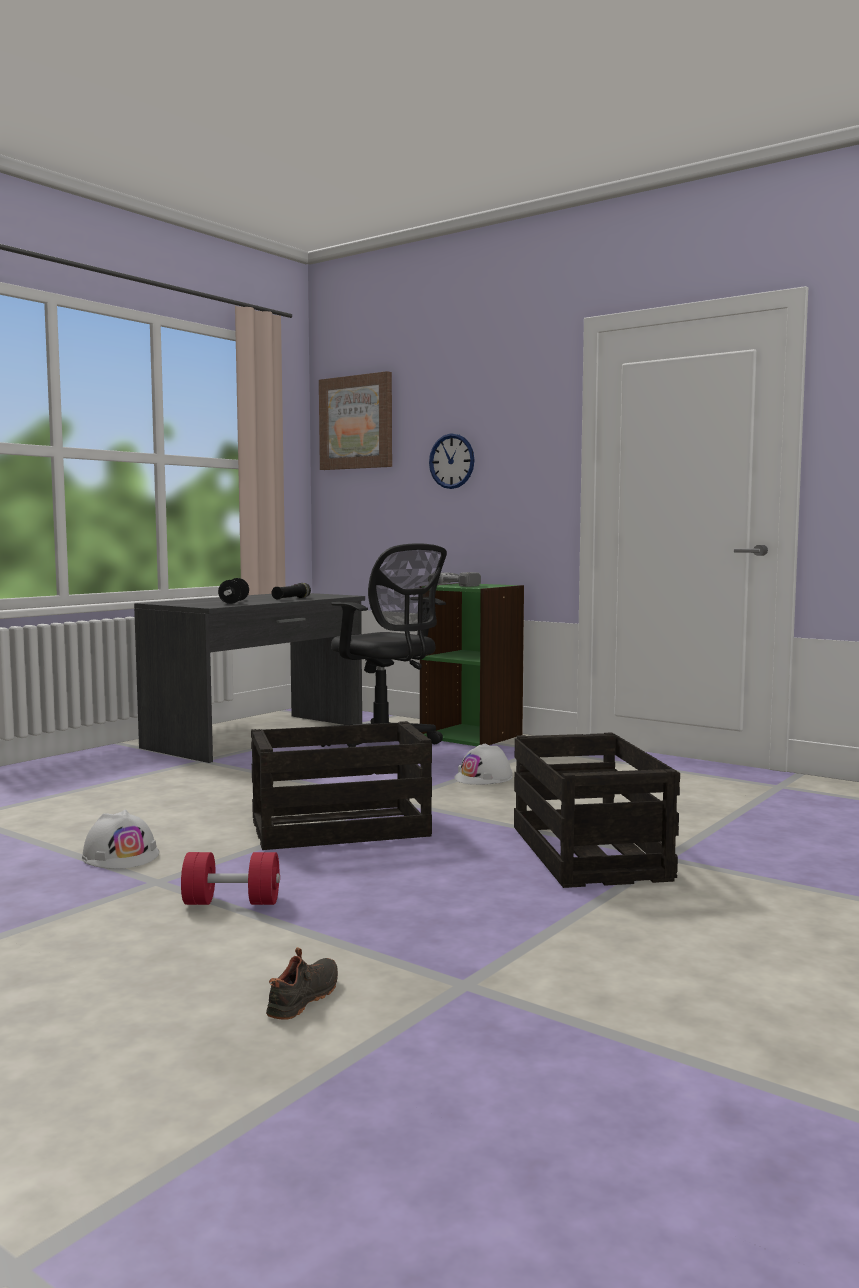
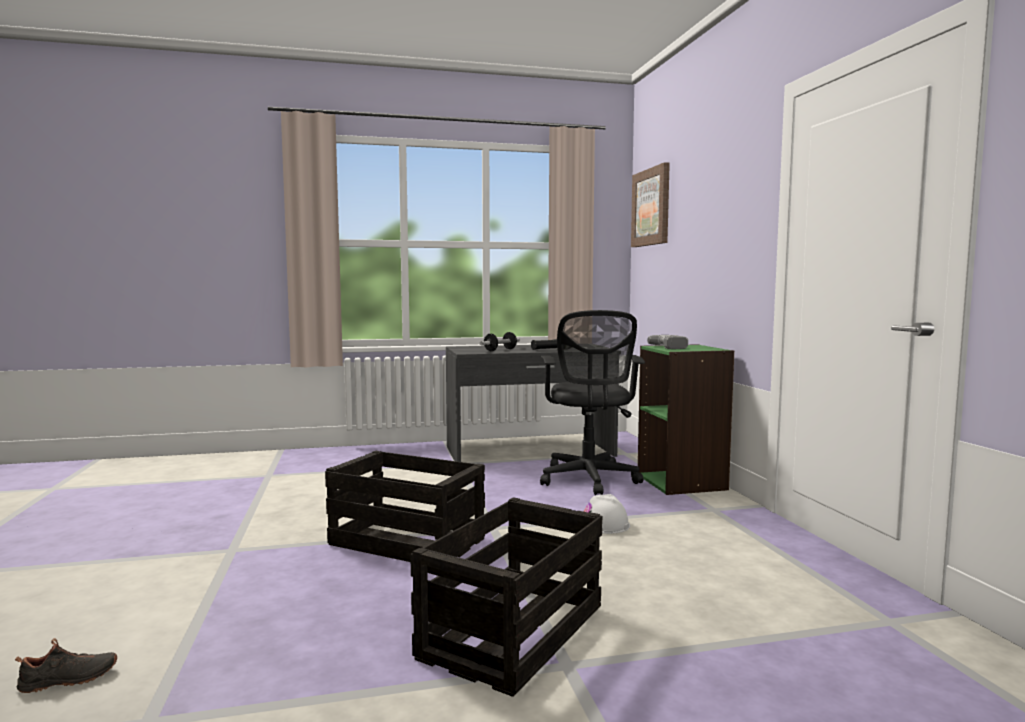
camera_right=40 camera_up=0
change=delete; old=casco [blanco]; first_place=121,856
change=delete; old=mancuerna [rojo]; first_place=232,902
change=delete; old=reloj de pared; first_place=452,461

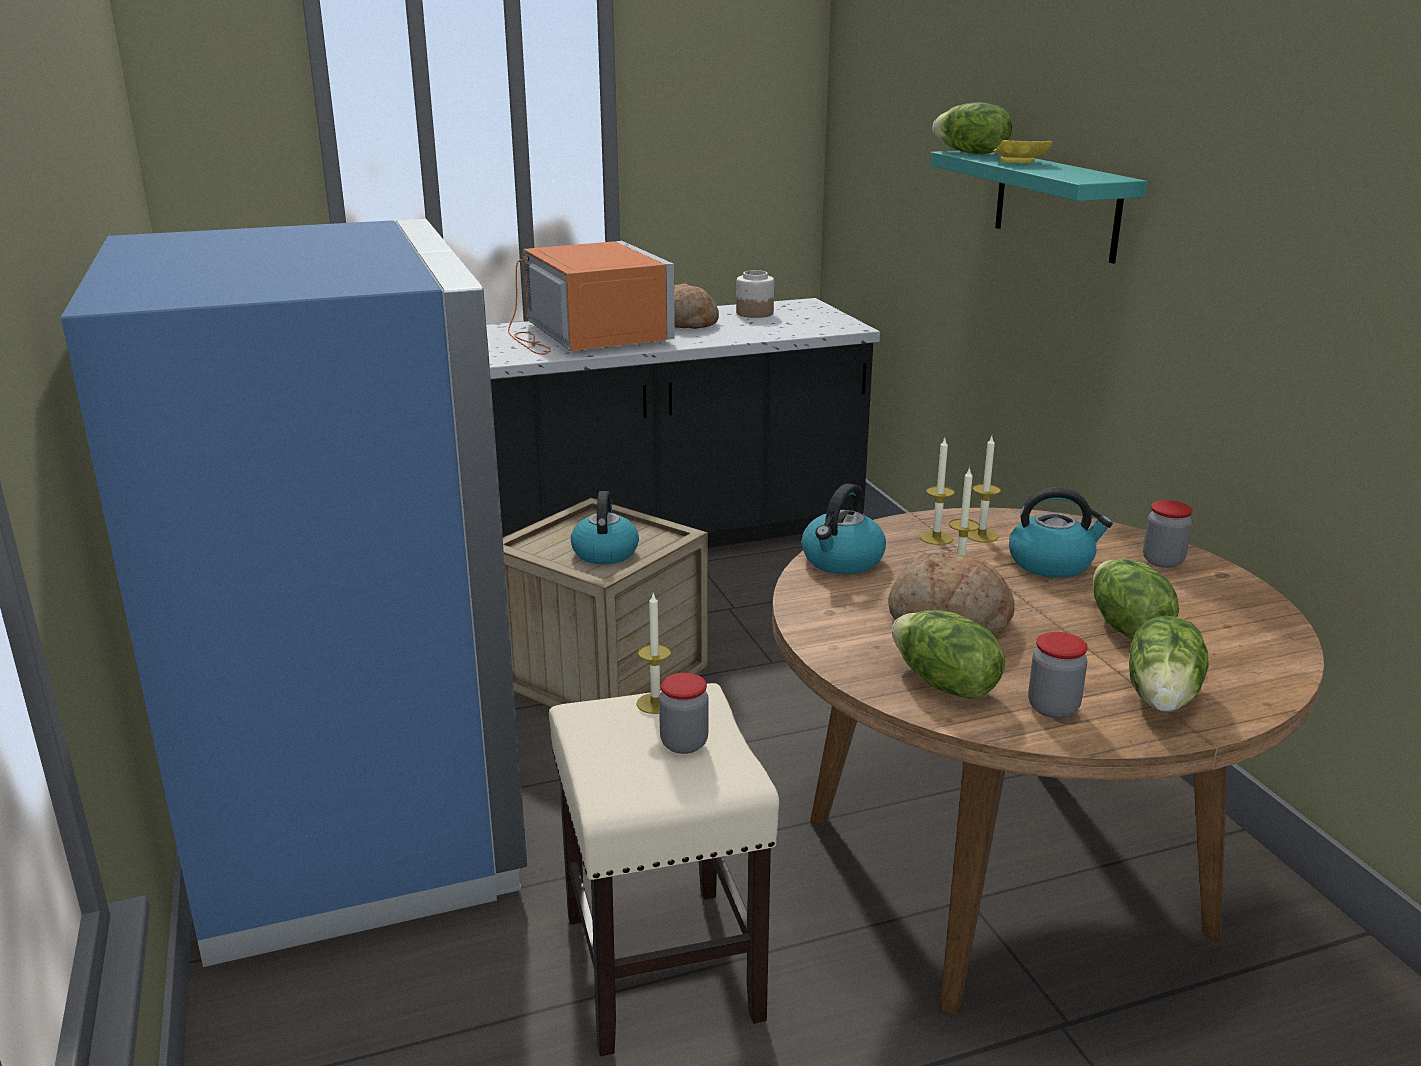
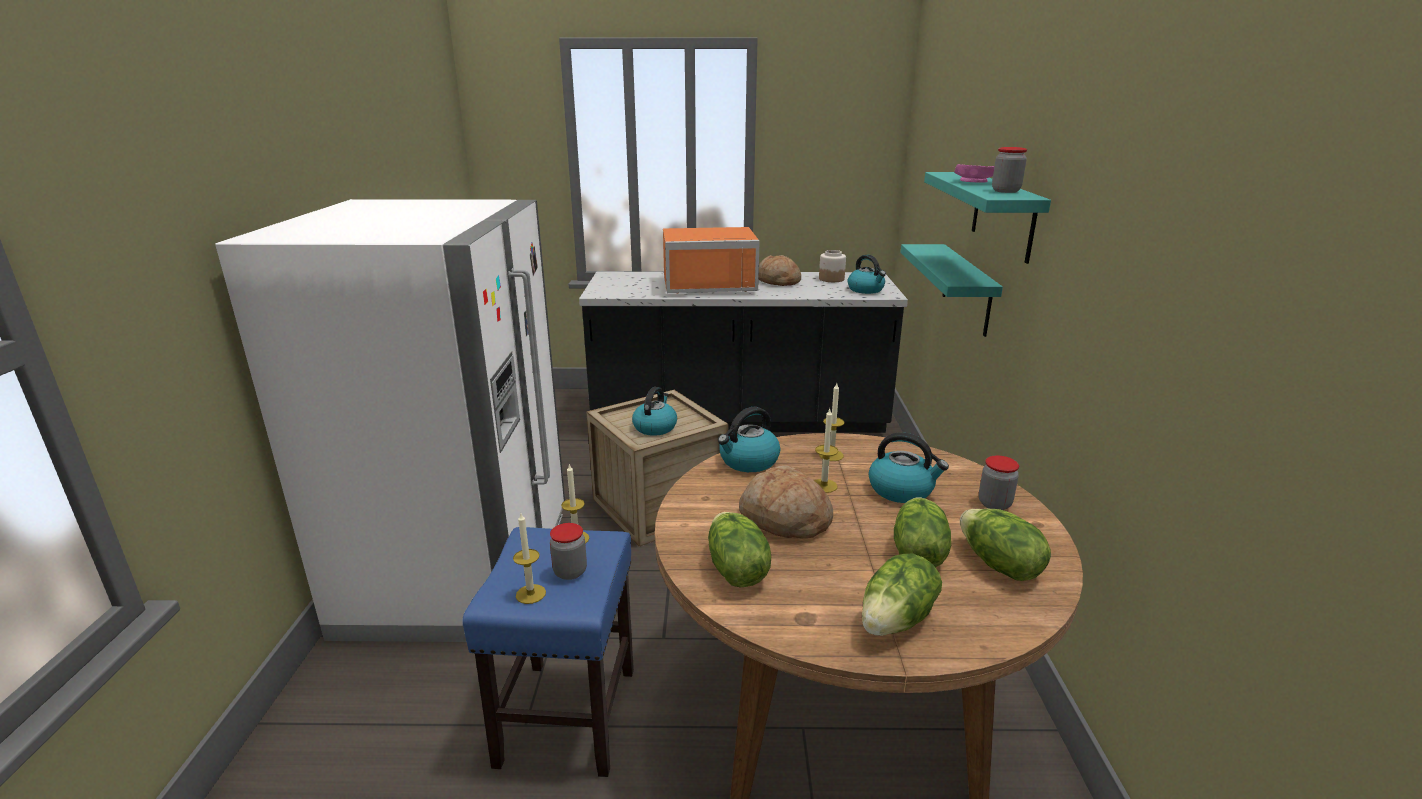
camera_right=20 camera_up=0
change=recolor; old=nevera [azul]; new=nevera [blanco]; first_place=359,823; second_place=461,571
change=rotate; old=microondas [naranja]; first_place=587,335; second_place=709,284; degrees=90
change=recolor; old=taburete [beis]; new=taburete [azul]; first_place=660,964; second_place=568,714
change=move; old=lechuga; first_place=971,153; second_place=998,565
change=move; old=vela; first_place=981,535; second_place=530,594
change=recolor; old=plato [amarillo]; new=plato [rosa]; first_place=1017,162; second_place=973,182
change=move; old=tarro; first_place=1053,708; second_place=1005,191
change=insert; new=hervidor; second_place=866,290
change=insert; new=estante [turquesa]; second_place=967,289

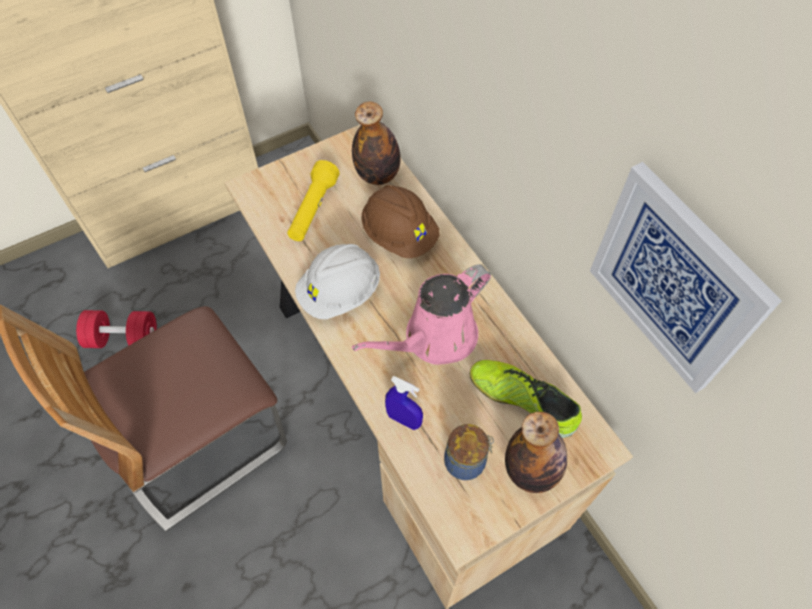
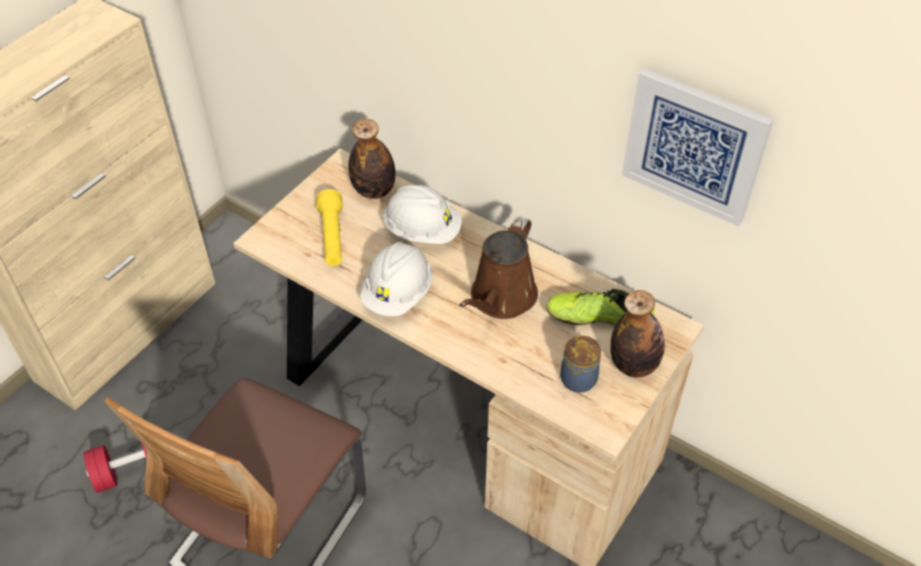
camera_right=-25 camera_up=-10
change=recolor; old=regadera [rosa]; new=regadera [marrón]; first_place=435,338; second_place=500,299
change=recolor; old=casco [marrón]; new=casco [blanco]; first_place=399,235; second_place=422,231
change=delete; old=pulverizador [azul]; first_place=404,419

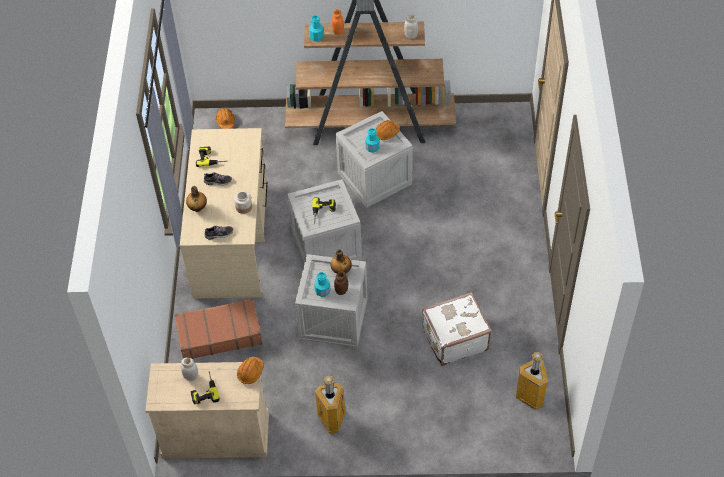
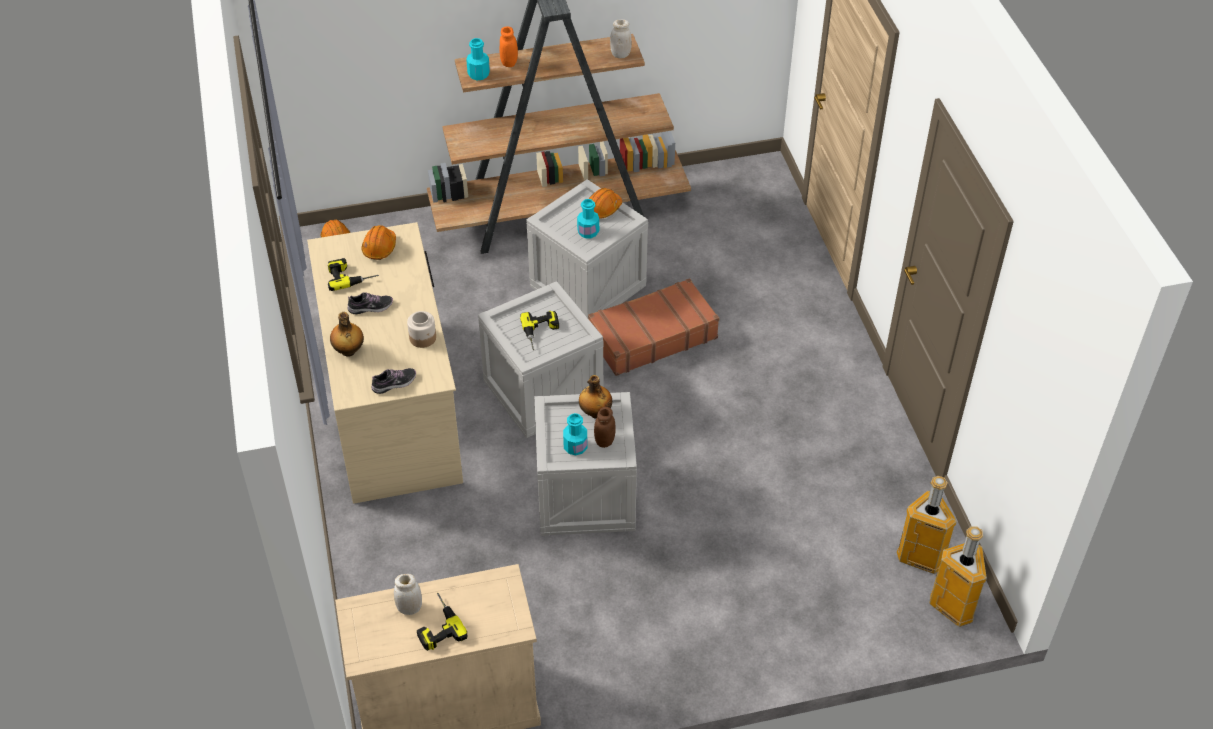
camera_right=-15 camera_up=-5
change=move; old=maleta [marrón]; first_place=219,334; second_place=652,336
change=move; old=casco [naranja]; first_place=250,372; second_place=379,248
change=move; old=papelera; first_place=332,420; second_place=953,607
change=delete; old=maleta [blanco]; first_place=454,339

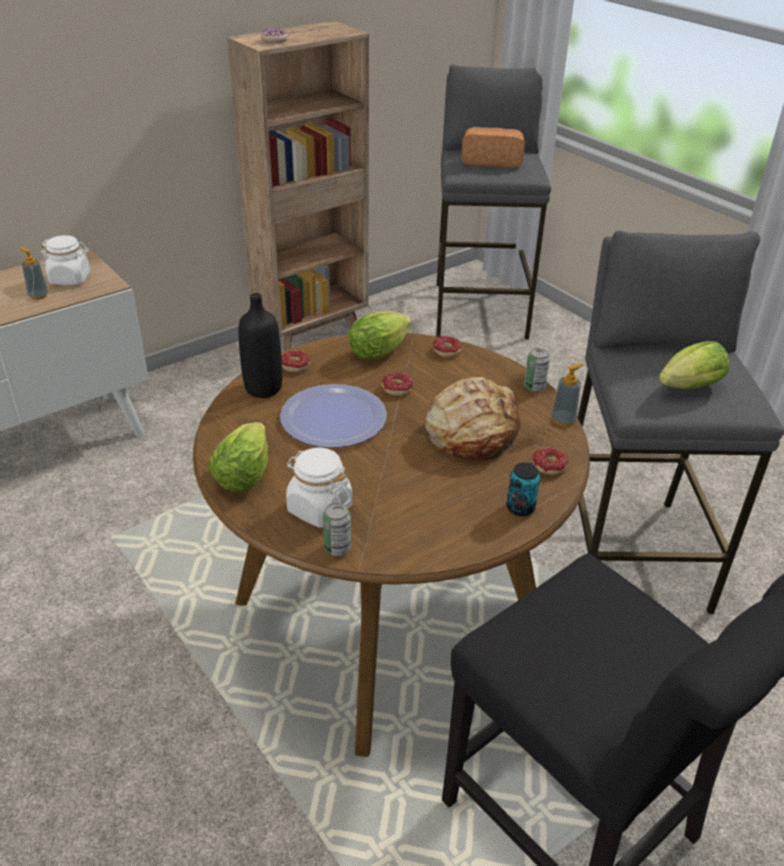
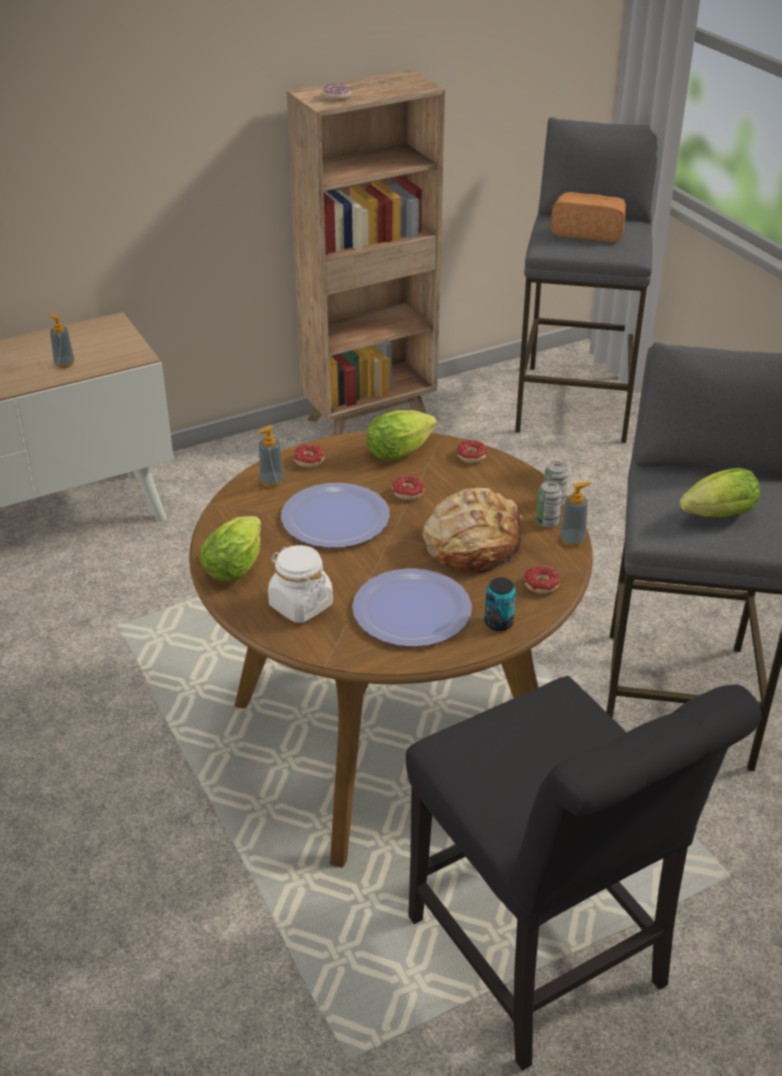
camera_right=10 camera_up=0
change=delete; old=tarro [blanco]; first_place=70,279
change=replace; old=botella [negro]; new=dispensador de jabón; first_place=263,388; second_place=271,482
change=move; old=lata; first_place=337,548; second_place=547,522
change=insert; new=plato; second_place=412,610

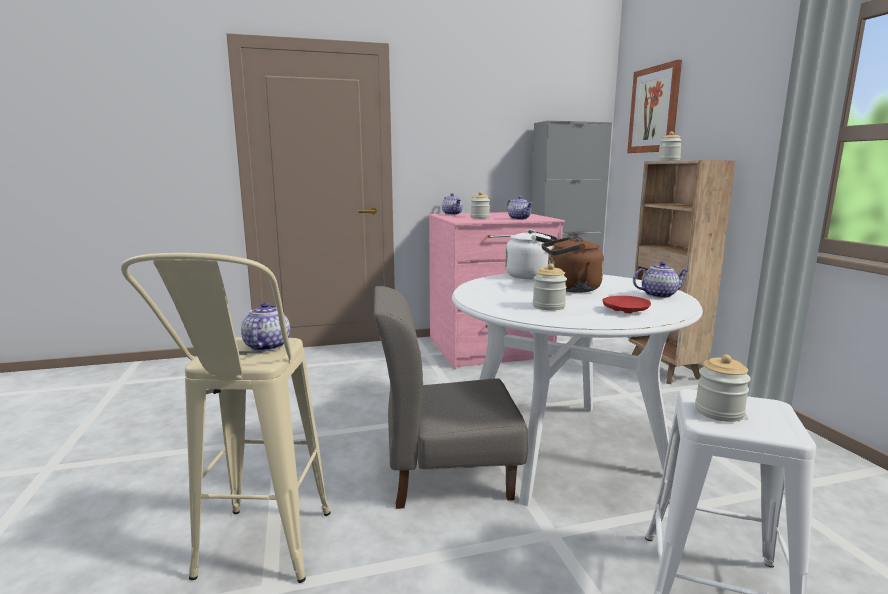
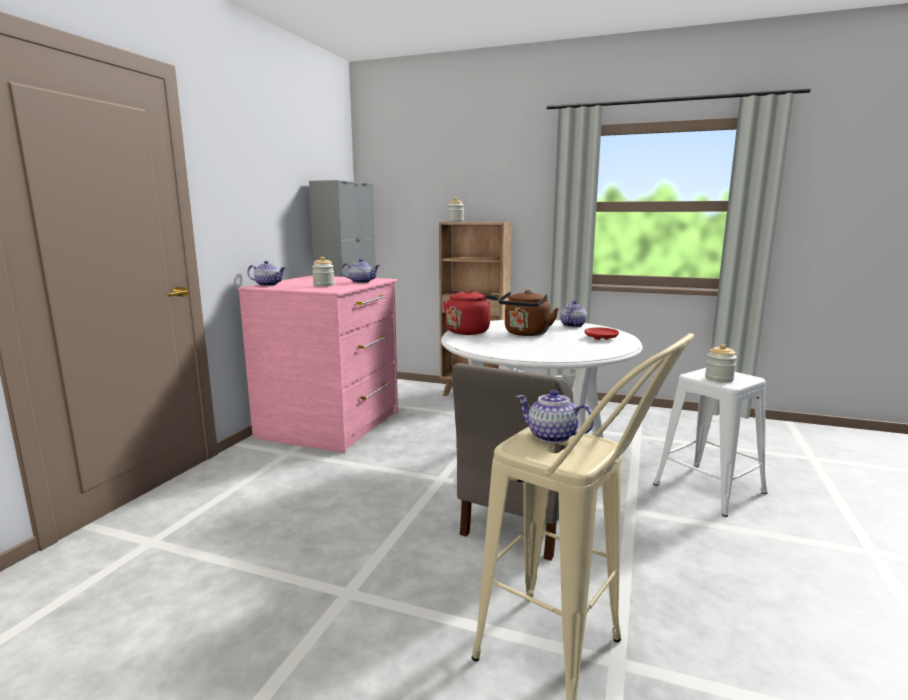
camera_right=-55 camera_up=0
change=recolor; old=hervidor [blanco]; new=hervidor [rojo]; first_place=532,276; second_place=469,331
change=delete; old=tarro; first_place=548,306
change=delete; old=cuadro; first_place=654,110

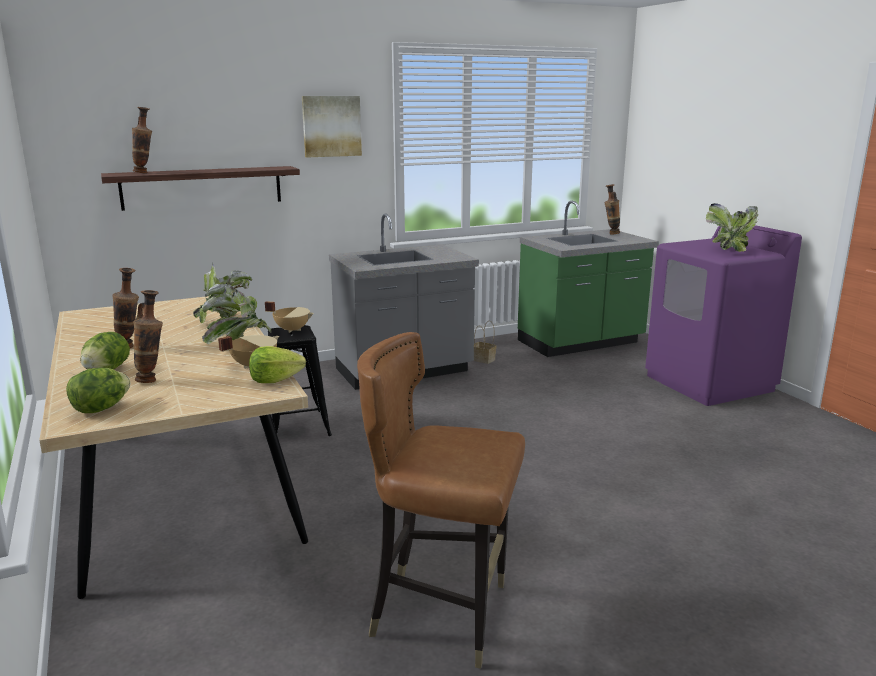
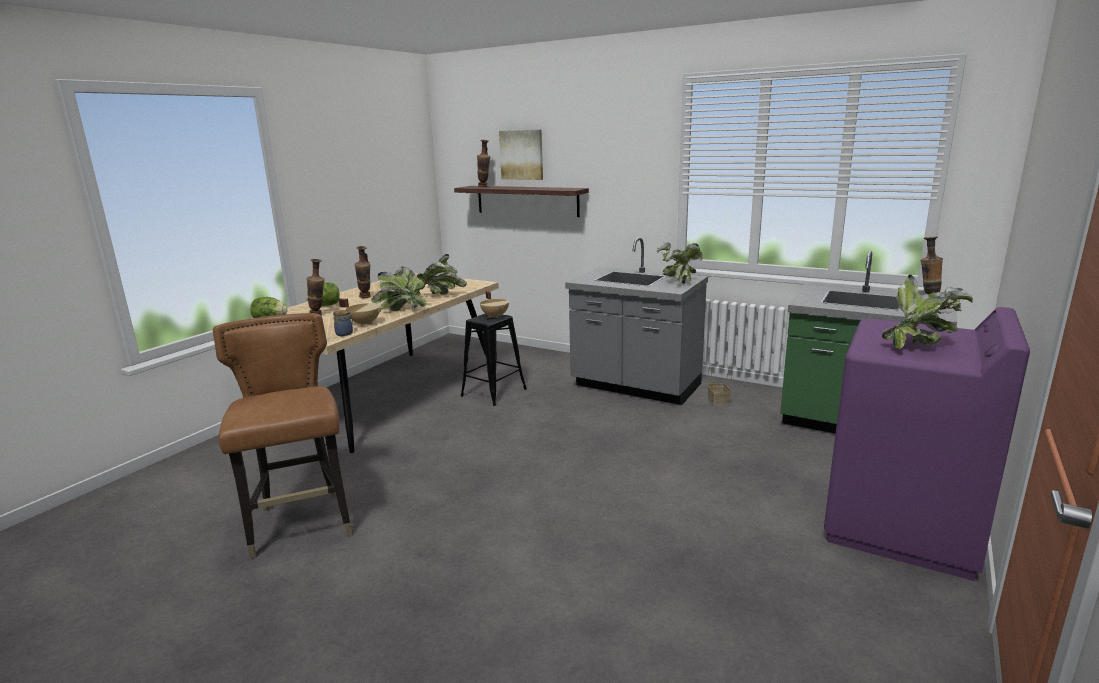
camera_right=55 camera_up=0
change=replace; old=lechuga; new=tarro; first_place=275,380; second_place=345,333
change=move; old=cuadro; first_place=331,126; second_place=522,155
change=insert; new=planta en maceta; second_place=678,282

